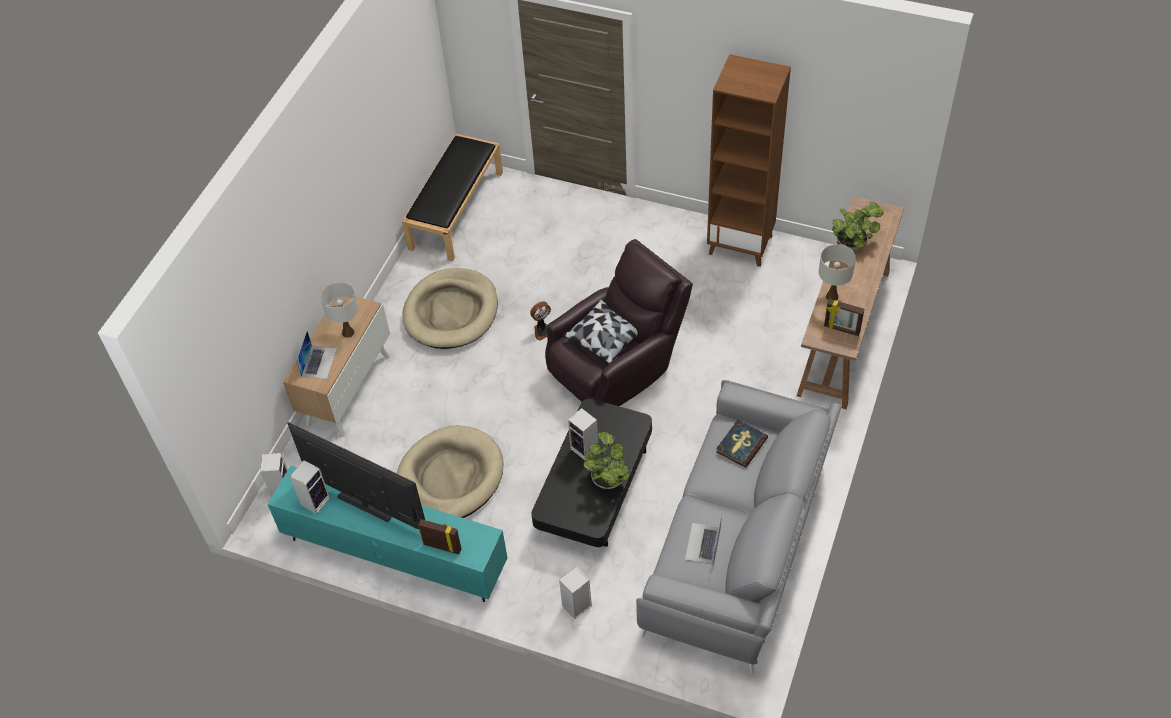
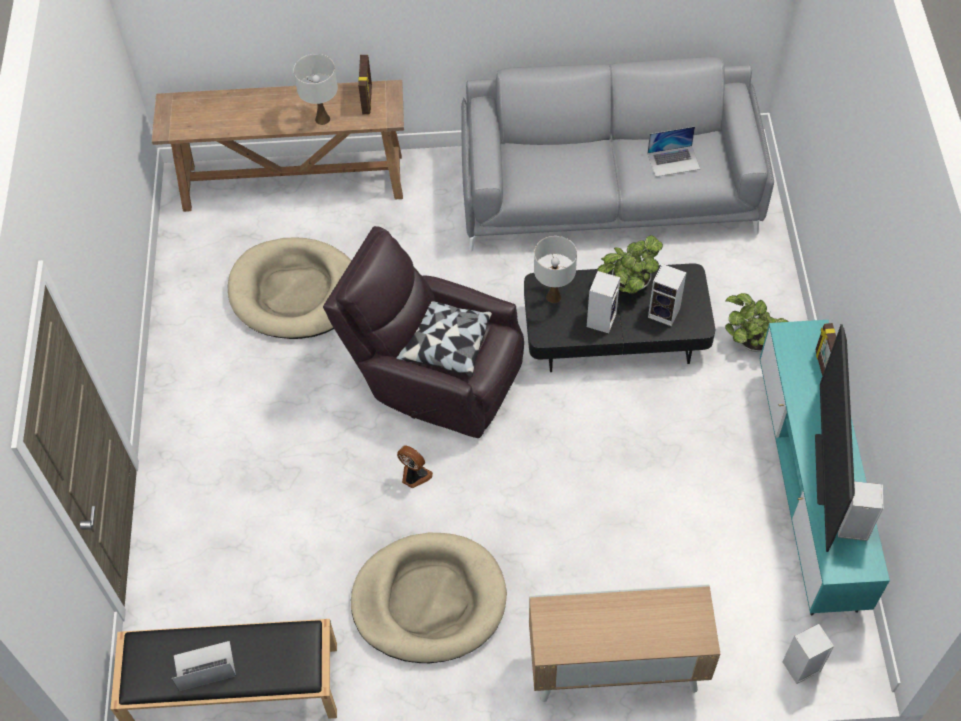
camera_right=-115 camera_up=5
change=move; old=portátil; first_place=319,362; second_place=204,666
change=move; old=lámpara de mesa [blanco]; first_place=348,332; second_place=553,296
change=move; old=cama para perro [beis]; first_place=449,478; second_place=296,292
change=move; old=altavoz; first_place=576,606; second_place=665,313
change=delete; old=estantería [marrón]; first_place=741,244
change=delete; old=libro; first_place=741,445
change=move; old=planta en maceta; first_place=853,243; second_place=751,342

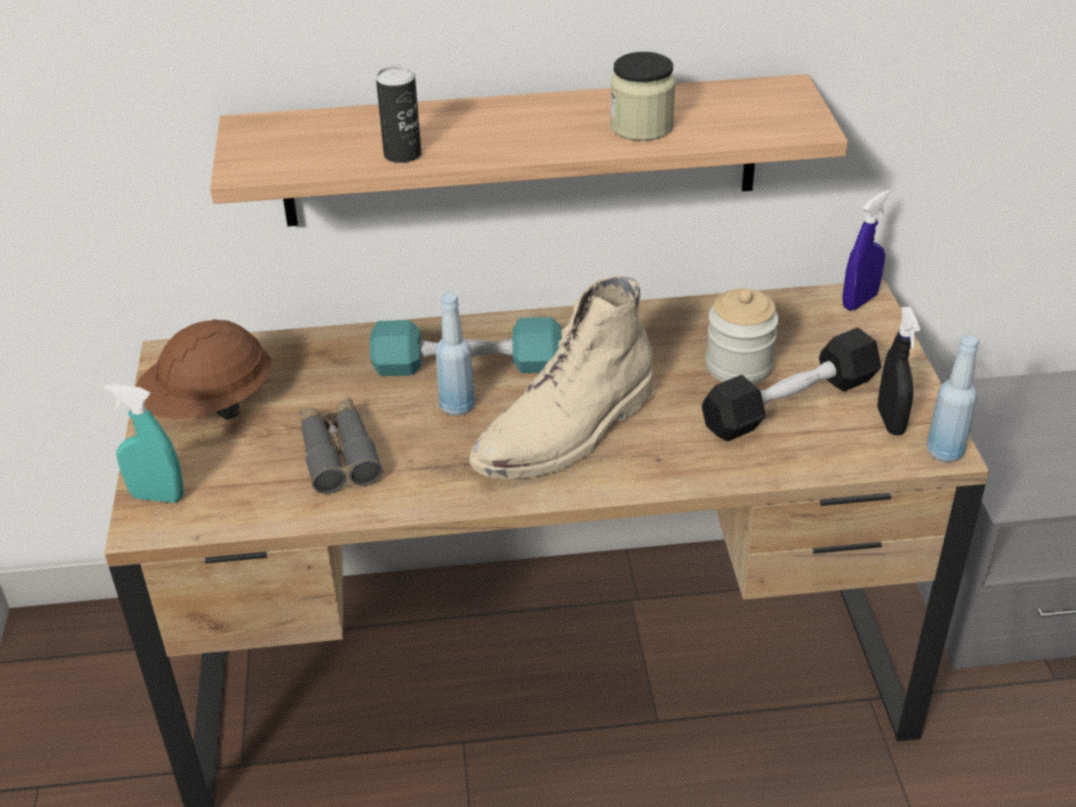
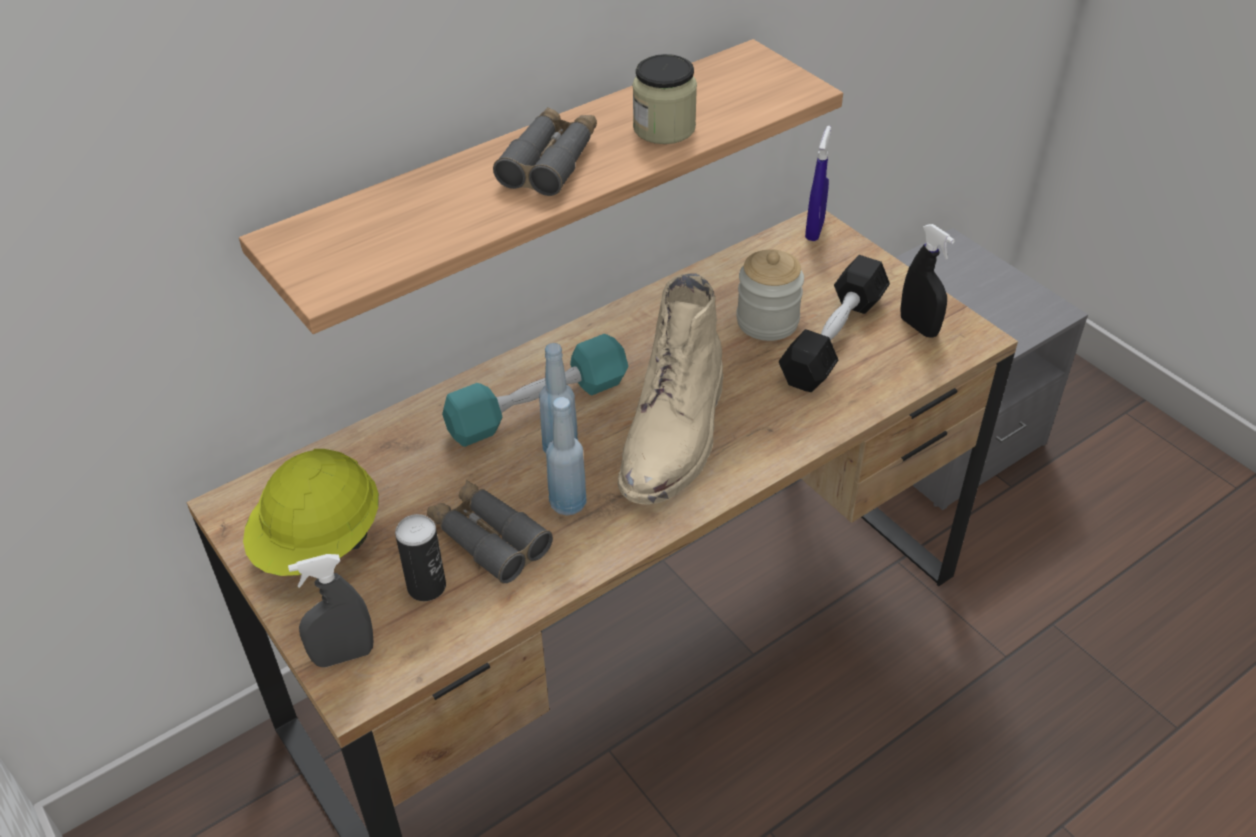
camera_right=-30 camera_up=5
change=recolor; old=pulverizador [turquesa]; new=pulverizador [gris]; first_place=157,496; second_place=344,655
change=recolor; old=casco [marrón]; new=casco [amarillo]; first_place=210,407; second_place=320,543
change=move; old=lata; first_place=402,154; second_place=426,586
change=move; old=botella [azul]; first_place=944,452; second_place=568,504
change=insert; new=prismáticos [gris]; second_place=550,161

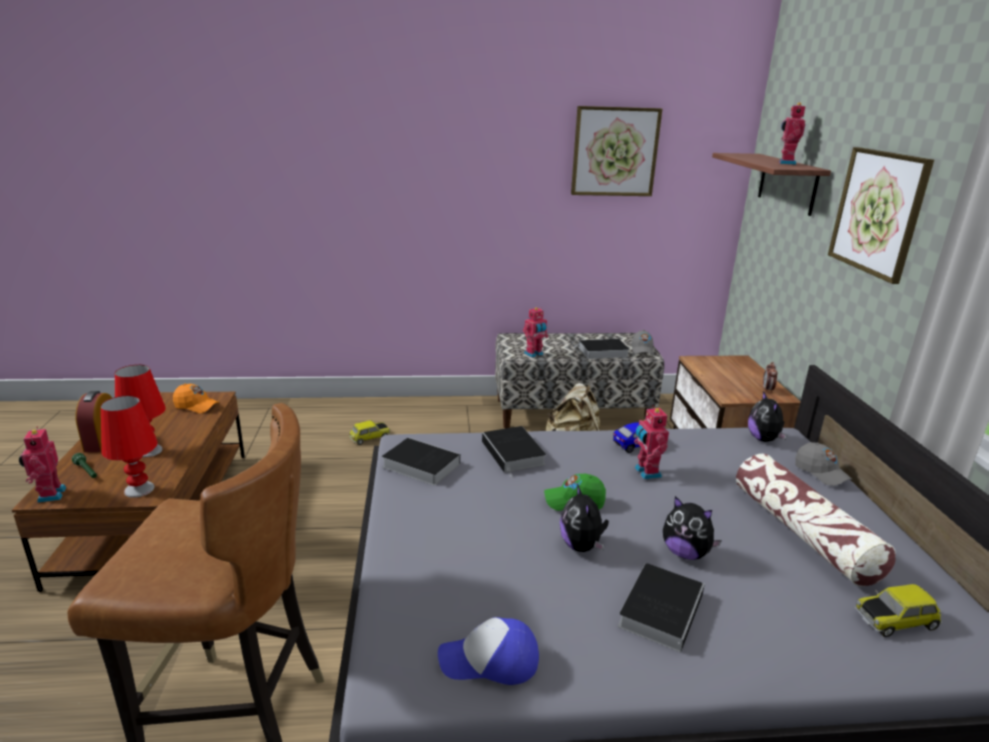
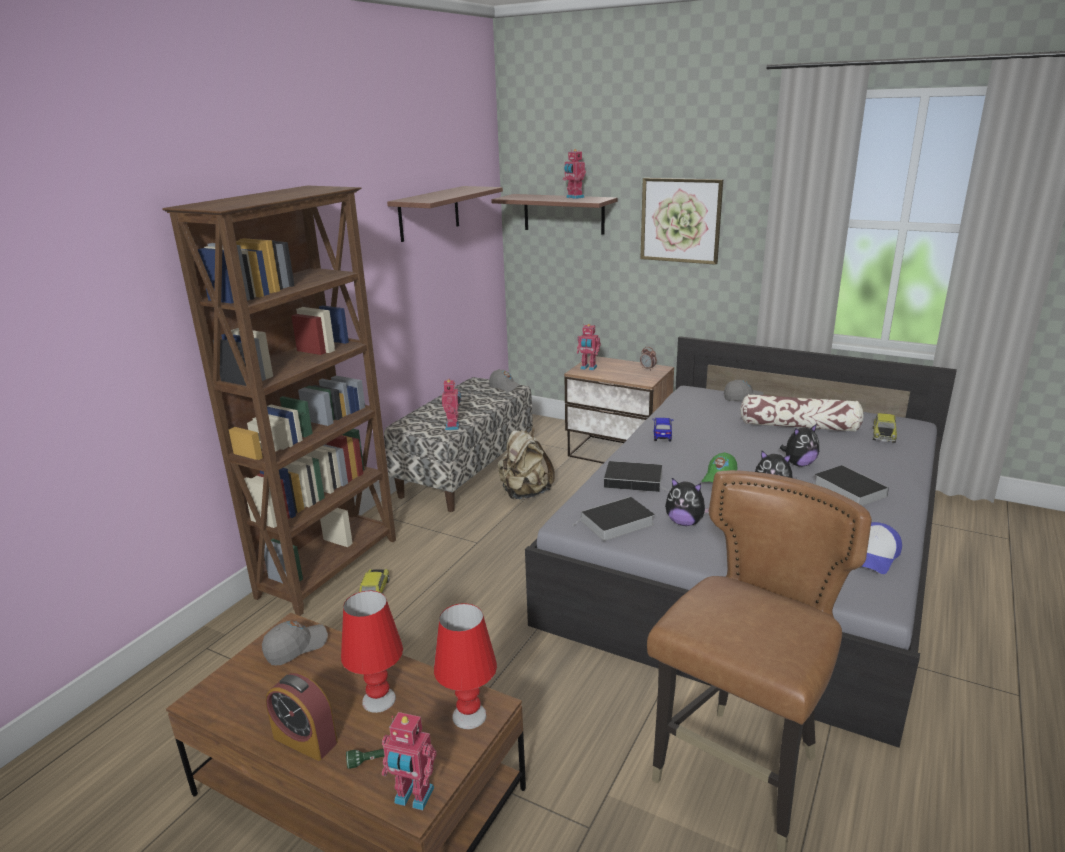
camera_right=-55 camera_up=0
change=recolor; old=gorra [naranja]; new=gorra [gris]; first_place=196,406; second_place=296,647
change=replace; old=cuadro; new=estante; first_place=615,152; second_place=429,213
change=delete; old=libro; first_place=601,352
change=move; old=robot de juguete; first_place=646,472; second_place=588,368
change=move; old=peluche; first_place=764,439; second_place=684,522
change=insert; new=estantería [marrón]; second_place=331,567

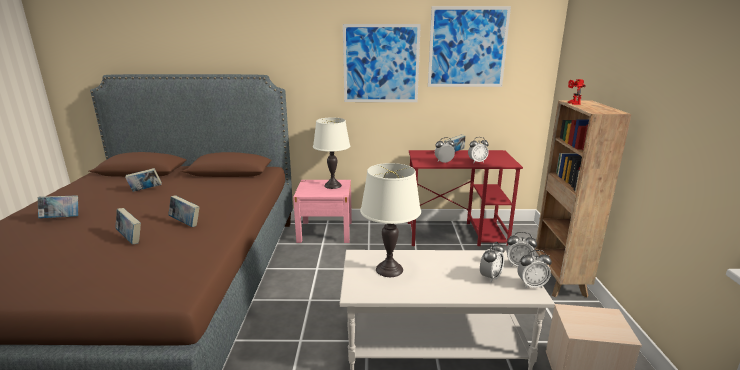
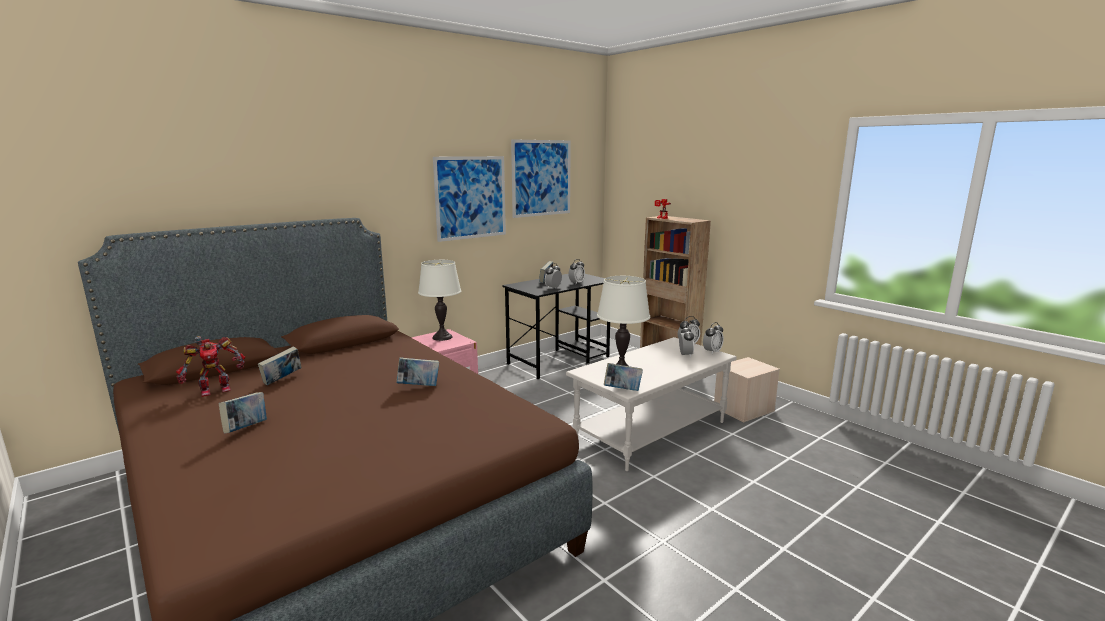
camera_right=-40 camera_up=-5
change=move; old=libro; first_place=130,239; second_place=622,390
change=recolor; old=escritorio [rojo]; new=escritorio [negro]; first_place=457,234; second_place=559,360
change=insert; new=robot de juguete; second_place=215,389

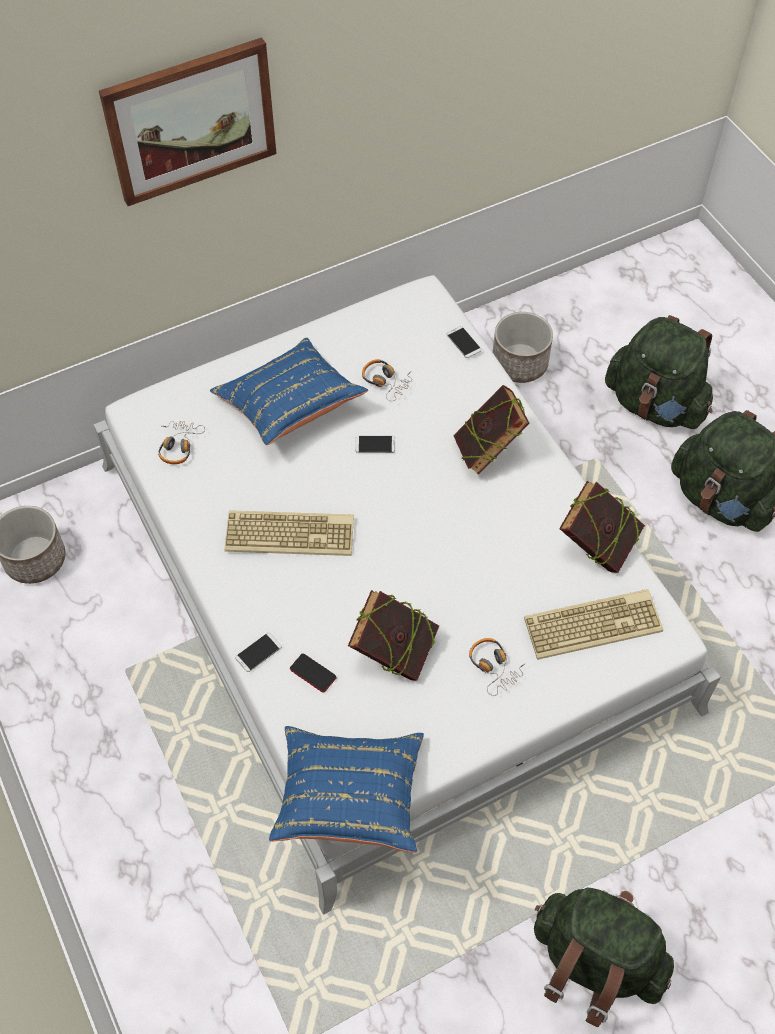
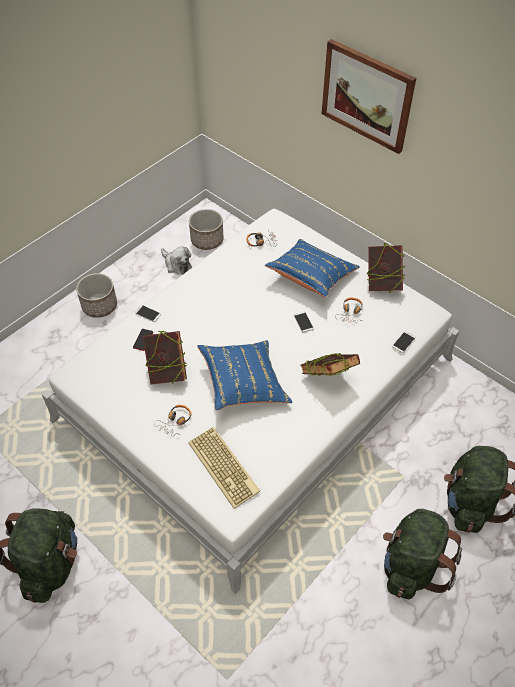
camera_right=70 camera_up=-5
change=delete; old=teclado; first_place=291,532
change=move; old=cojín [azul]; first_place=349,797; second_place=243,383
change=move; old=maceta; first_place=519,364; second_place=99,305
change=move; old=libro; first_place=597,547; second_place=382,283
change=insert; new=peluche; second_place=176,264

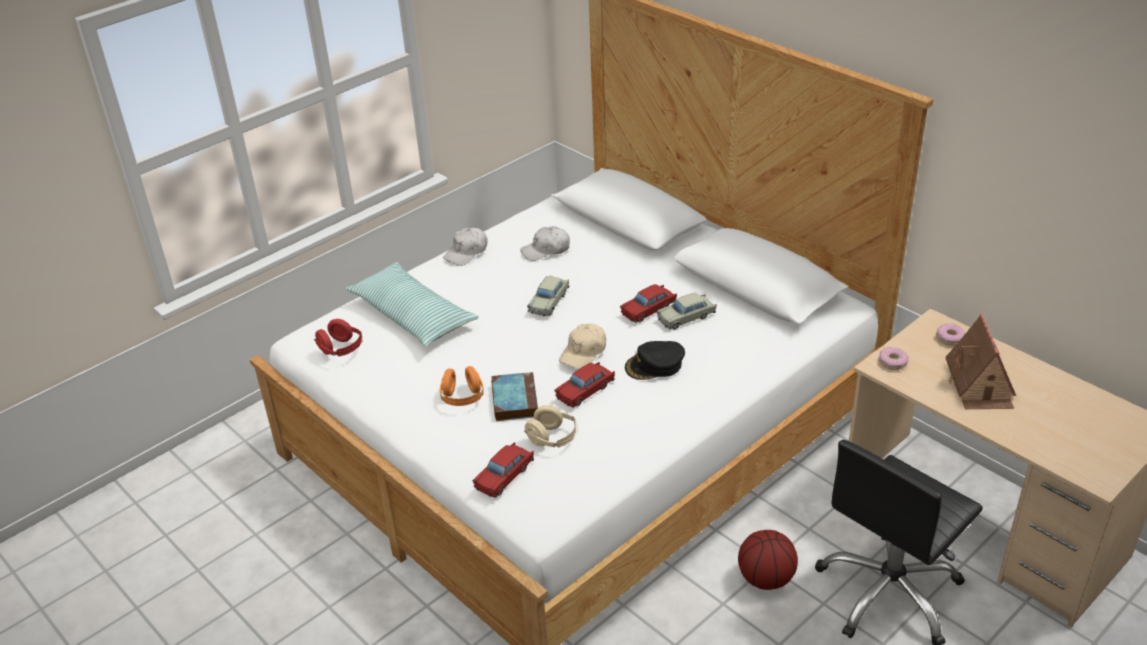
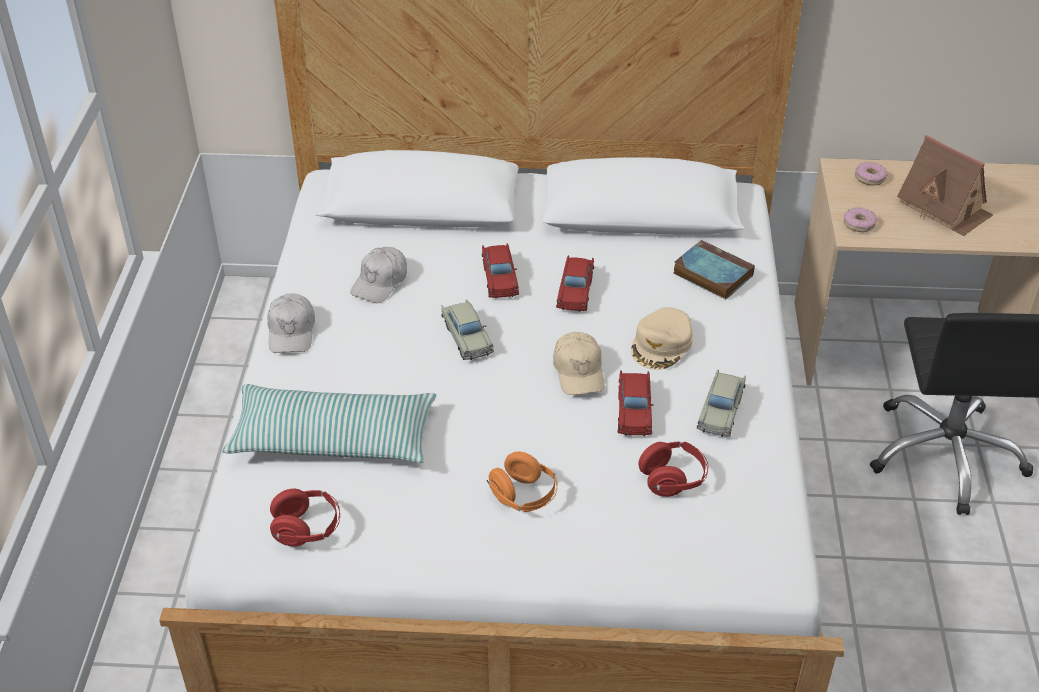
camera_right=-45 camera_up=5
change=move; old=coche de juguete [rojo]; first_place=504,476; second_place=499,278
change=move; old=libro; first_place=514,399; second_place=711,274
change=recolor; old=auriculares [beis]; new=auriculares [rojo]; first_place=553,439; second_place=673,479
change=recolor; old=gorra [negro]; new=gorra [beis]; first_place=655,365; second_place=662,344
change=move; old=coche de juguete [beis]; first_place=686,317; second_place=721,410
change=delete; old=balón de baloncesto; first_place=766,579

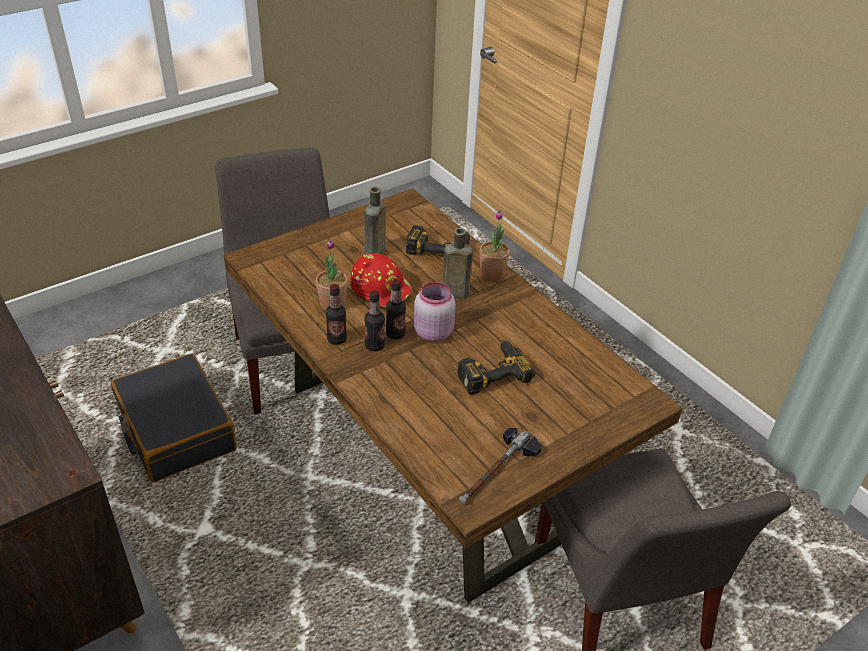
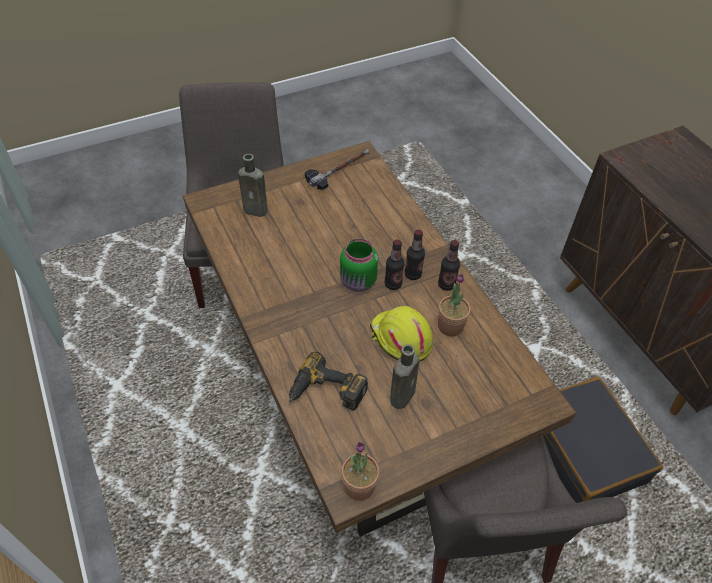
camera_right=-170 camera_up=10
change=recolor; old=casco [rojo]; new=casco [amarillo]; first_place=381,289; second_place=400,339
change=recolor; old=tarro [rosa]; new=tarro [verde]; first_place=433,332; second_place=358,282
change=move; old=botella [marrón]; first_place=453,293; second_place=257,210
change=delete; old=taladro; first_place=491,371
change=move; old=planta en maceta; first_place=492,273; second_place=359,486

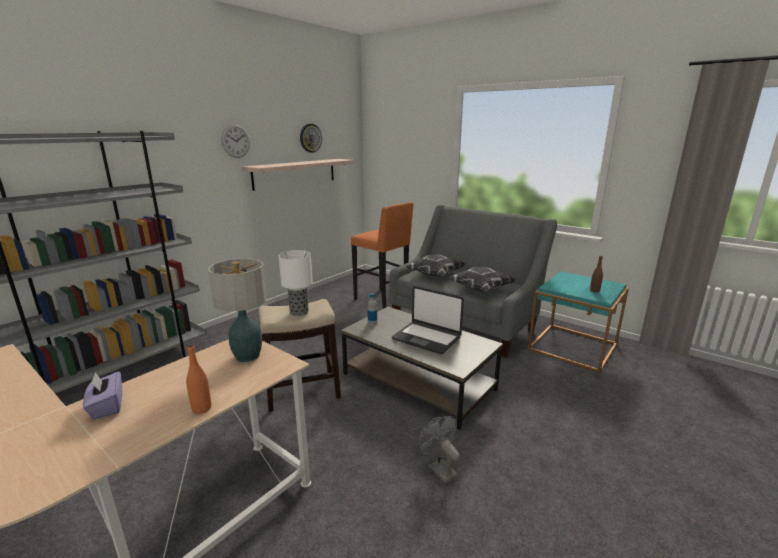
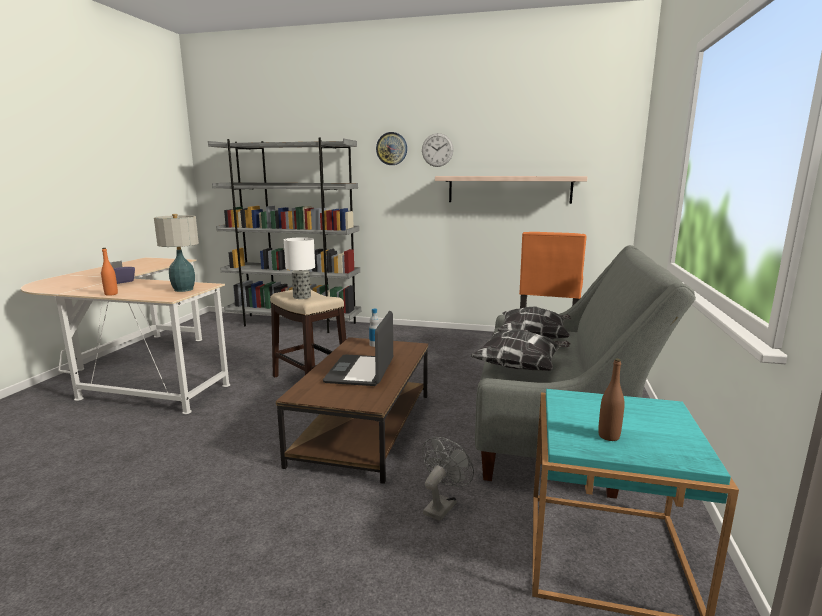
camera_right=65 camera_up=-5
change=move; old=reloj de pared; first_place=310,138; second_place=391,148
change=recolor; old=mesa de centro [gris]; new=mesa de centro [marrón]; first_place=419,382; second_place=364,428
change=move; old=ventilador [gris]; first_place=439,469; second_place=442,505

